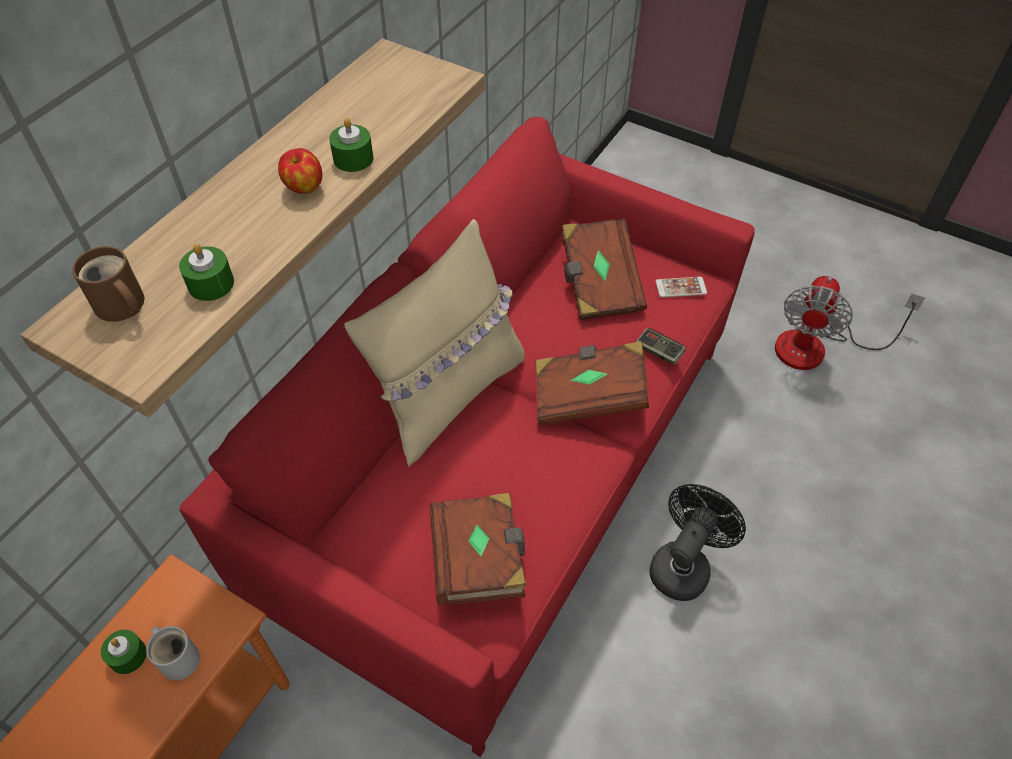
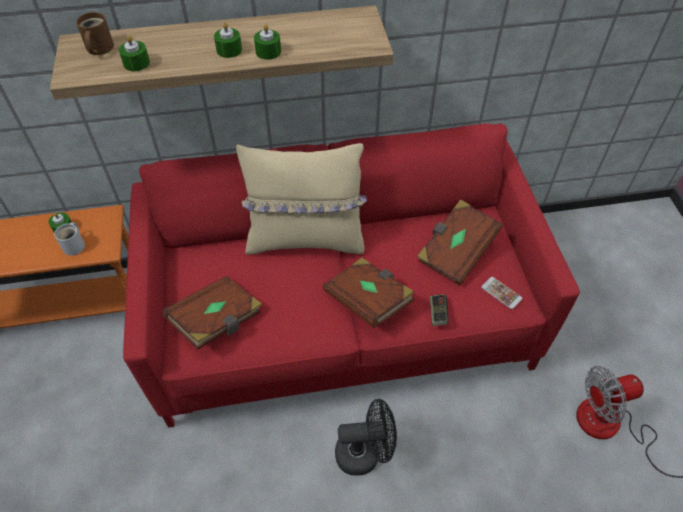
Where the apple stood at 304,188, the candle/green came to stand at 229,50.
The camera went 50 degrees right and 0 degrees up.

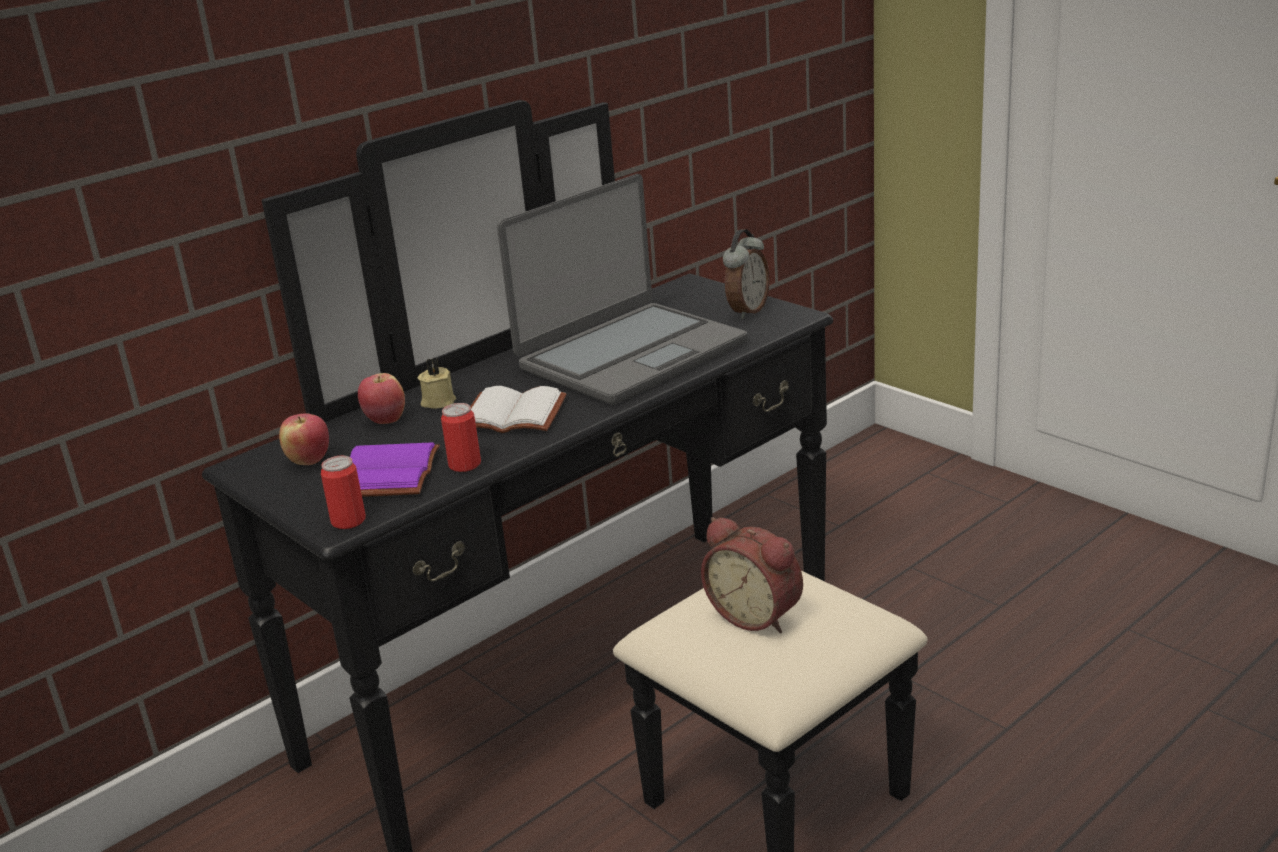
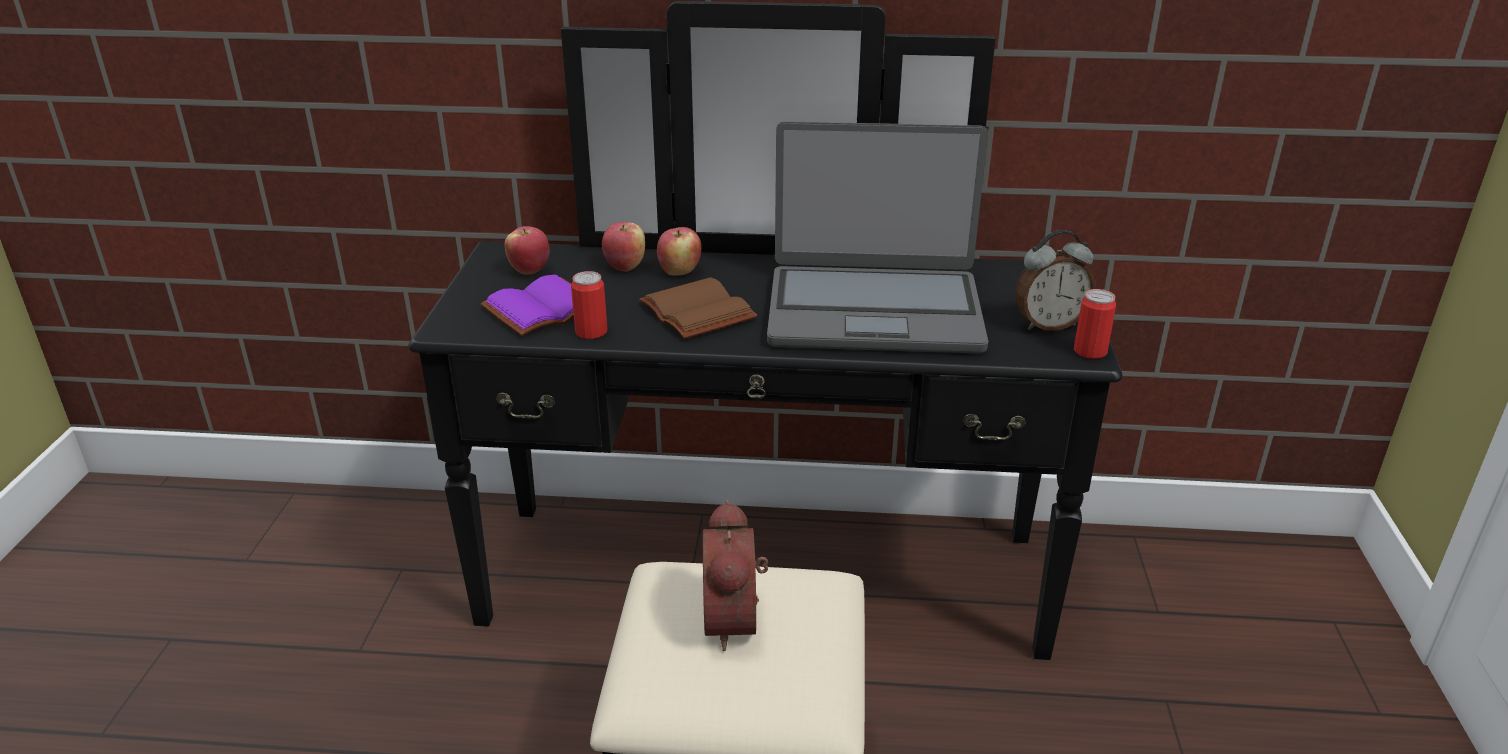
Where the candle/beige stood at 438,401, the apple came to stand at 679,271.
What was the book/white at 510,416 turned into the book/brown at 693,312.
The can ended up elsewhere, having gone from 348,521 to 1090,351.
The camera went 45 degrees right and 5 degrees up.

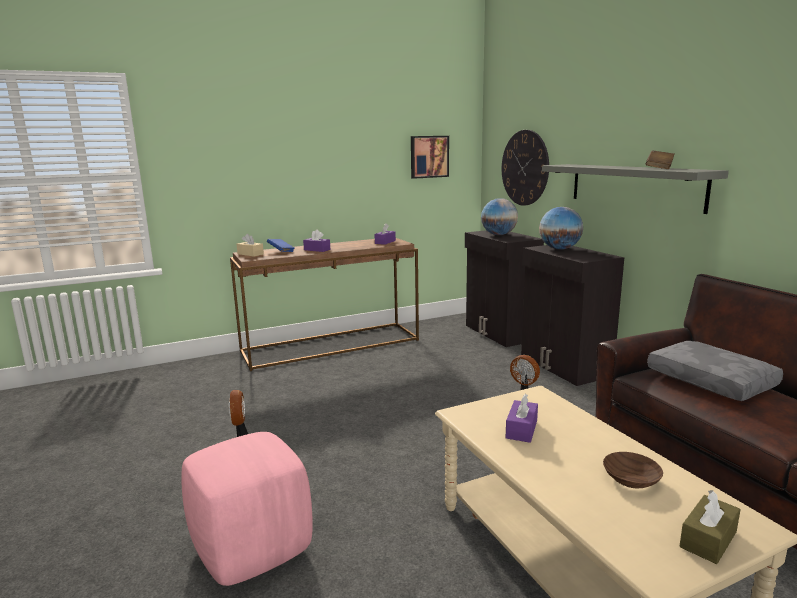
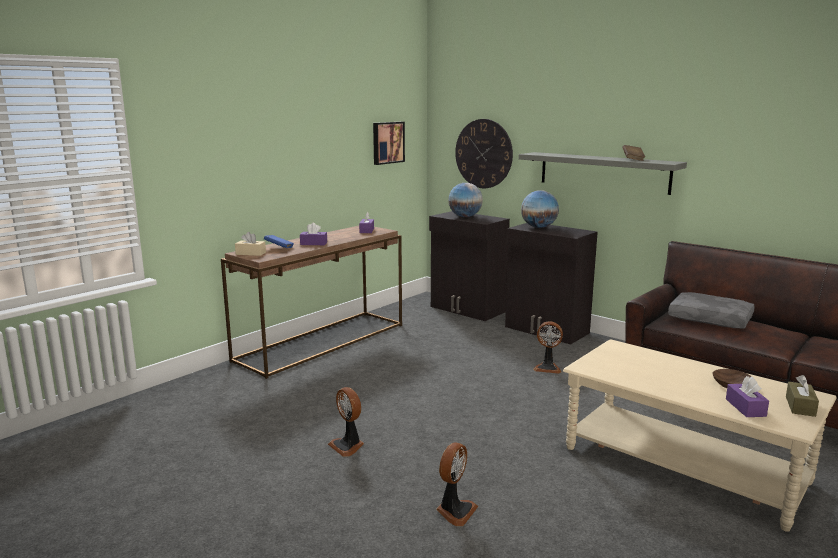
The tissue box/purple ended up elsewhere, having gone from 521,429 to 745,407.
Where the ottoman/pink stood at 252,548, the fan came to stand at 455,511.
The camera went 25 degrees left and 0 degrees up.

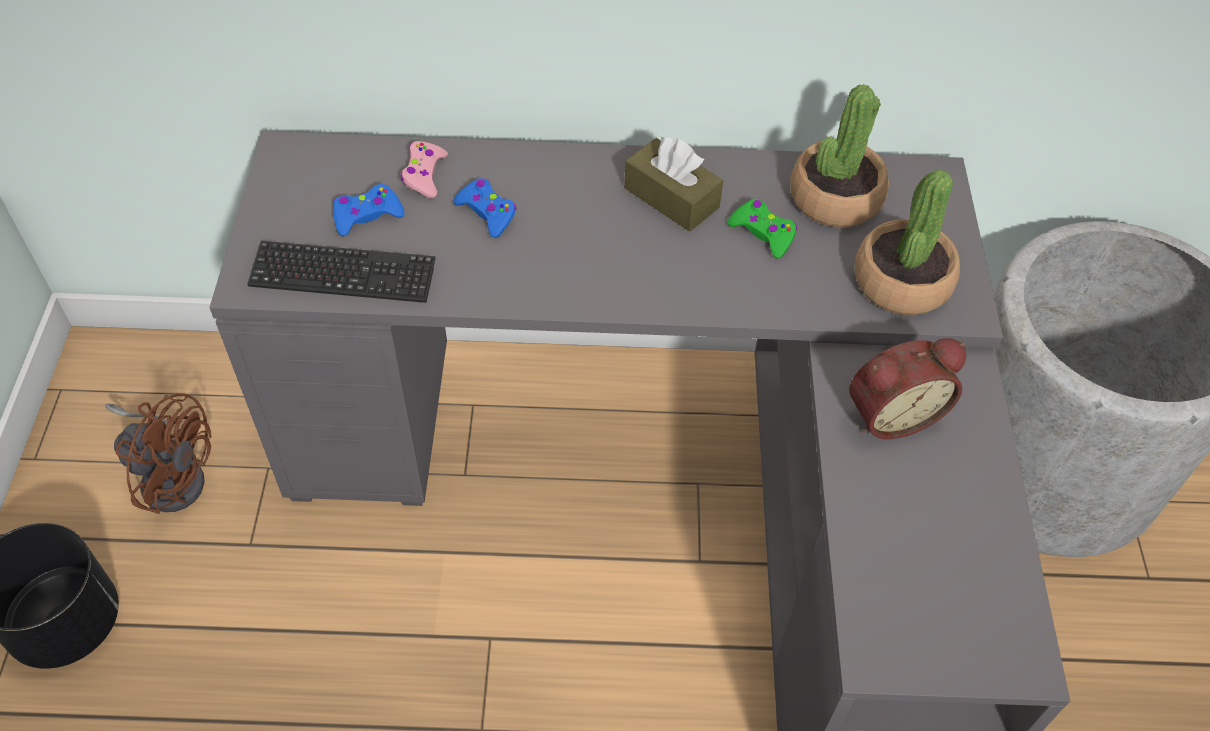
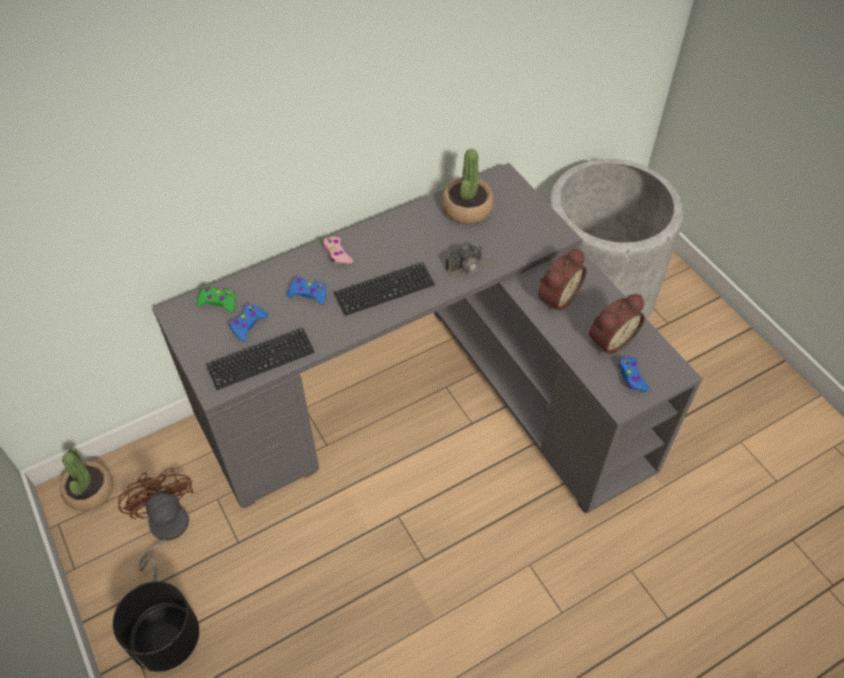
The second view lost the tissue box/brown at 671,198.
The game controller/pink ended up elsewhere, having gone from 424,175 to 337,254.
The potted plant ended up elsewhere, having gone from 901,282 to 90,491.
The game controller/green ended up elsewhere, having gone from 763,233 to 218,302.
The fan/brown at 172,475 ended up facing another way, 105 degrees counterclockwise from before.
The second view gained the photo camera at 470,266.
The second view gained the keyboard at 384,290.
The second view gained the alarm clock at 609,339.
The second view gained the game controller/blue at 631,377.
The camera went 30 degrees left and 0 degrees up.

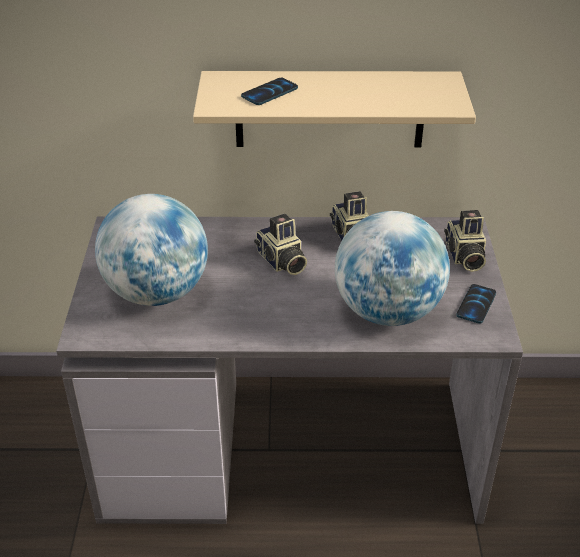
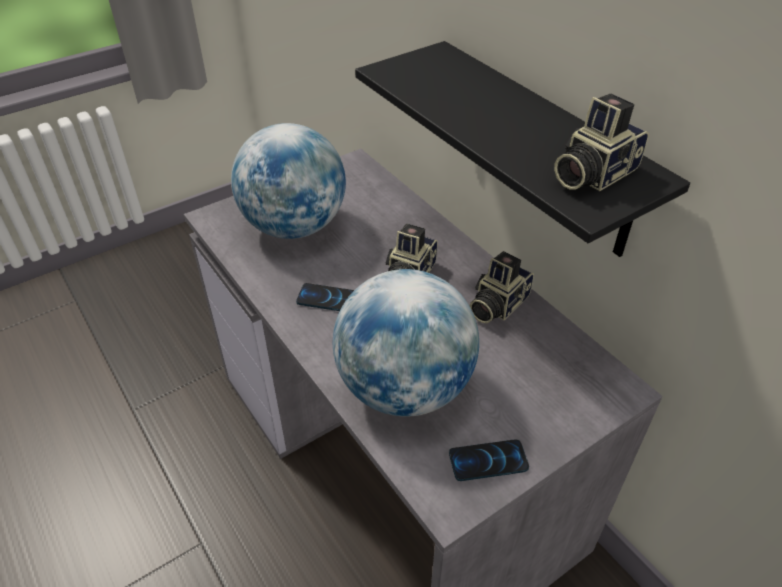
What was the shelf/beige at 329,109 turned into the shelf/black at 541,149.
The phone ended up elsewhere, having gone from 270,92 to 328,299.
The photo camera ended up elsewhere, having gone from 464,256 to 591,174.
The camera went 55 degrees right and 5 degrees up.

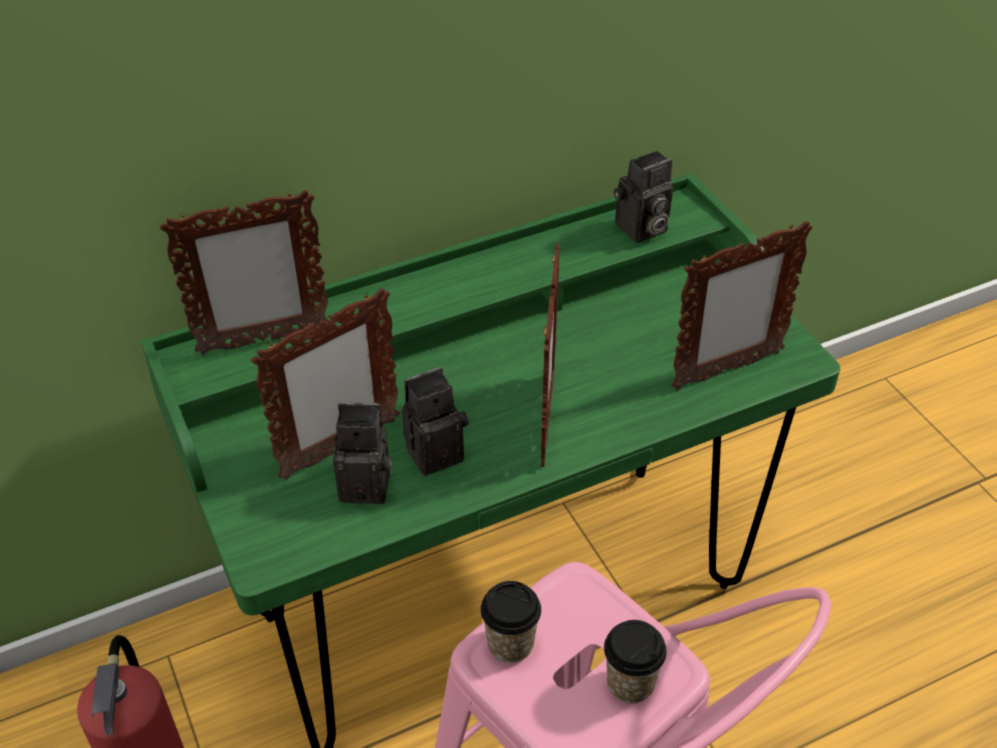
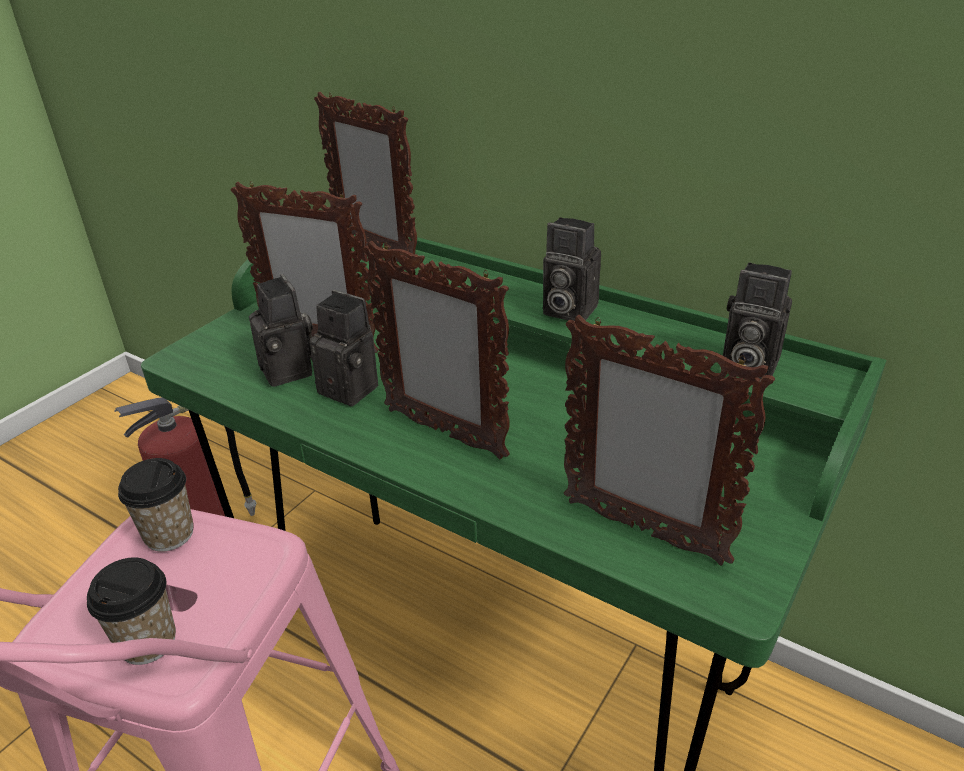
The picture frame at 546,420 ended up facing another way, 60 degrees clockwise from before.
The second view gained the photo camera at 566,310.
The camera went 60 degrees right and 10 degrees down.

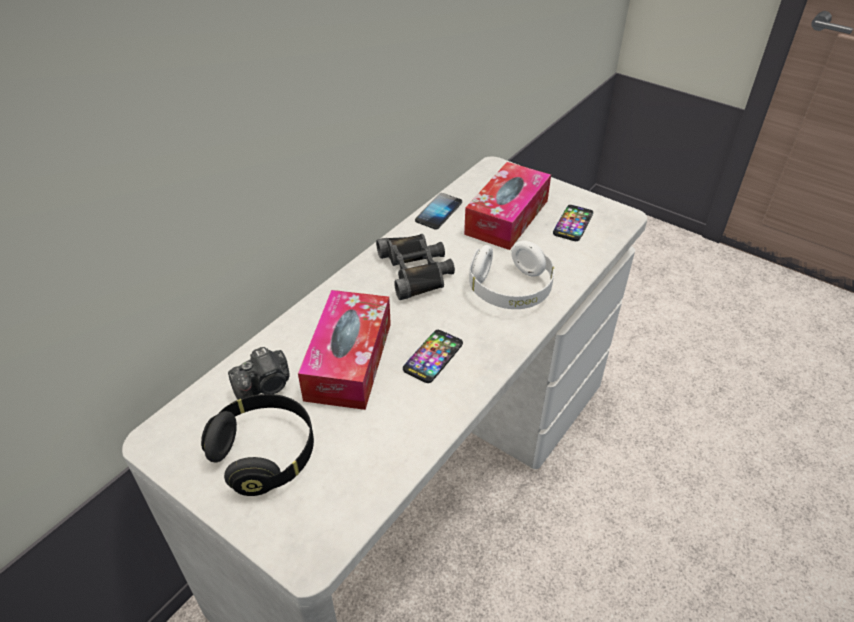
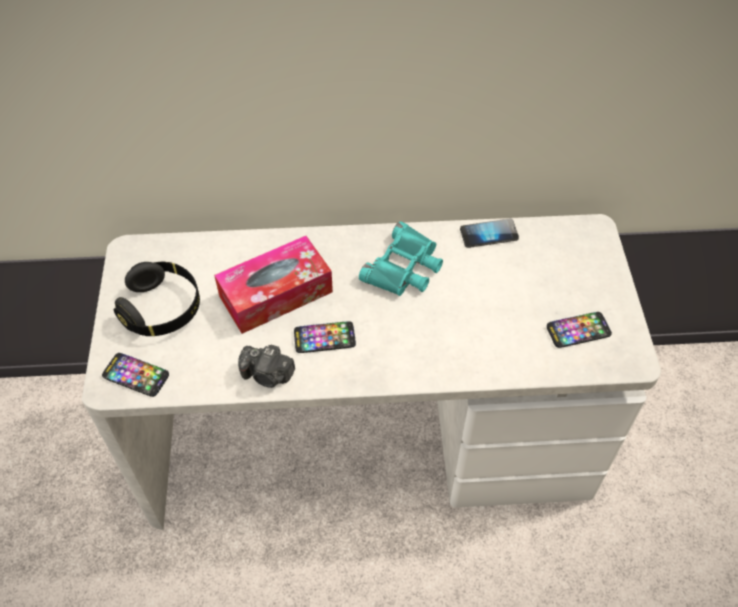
The second view lost the tissue box at 507,217.
What was the binoculars/black at 416,270 turned into the binoculars/turquoise at 404,267.
The second view lost the headphones/white at 510,290.
The photo camera ended up elsewhere, having gone from 265,387 to 268,375.
The second view gained the phone at 136,375.
The camera went 50 degrees right and 10 degrees up.

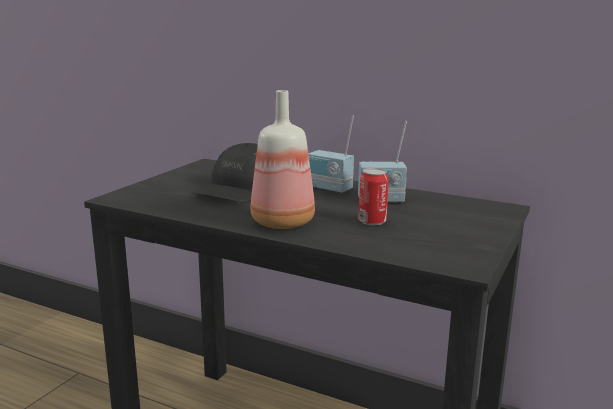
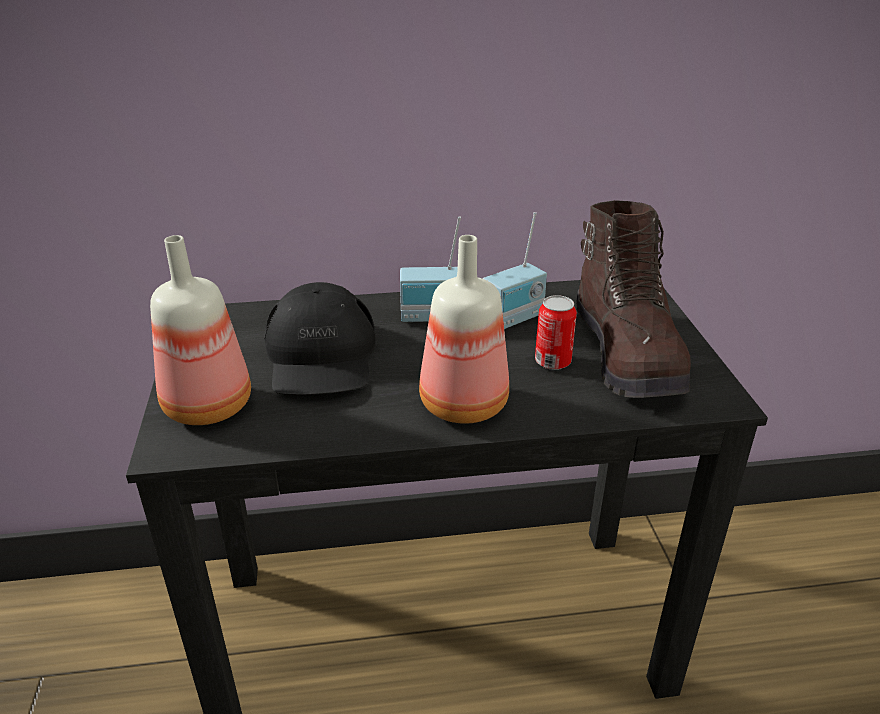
The second view gained the boot/brown at 628,354.
The second view gained the bottle at 210,407.
The camera went 35 degrees left and 15 degrees up.

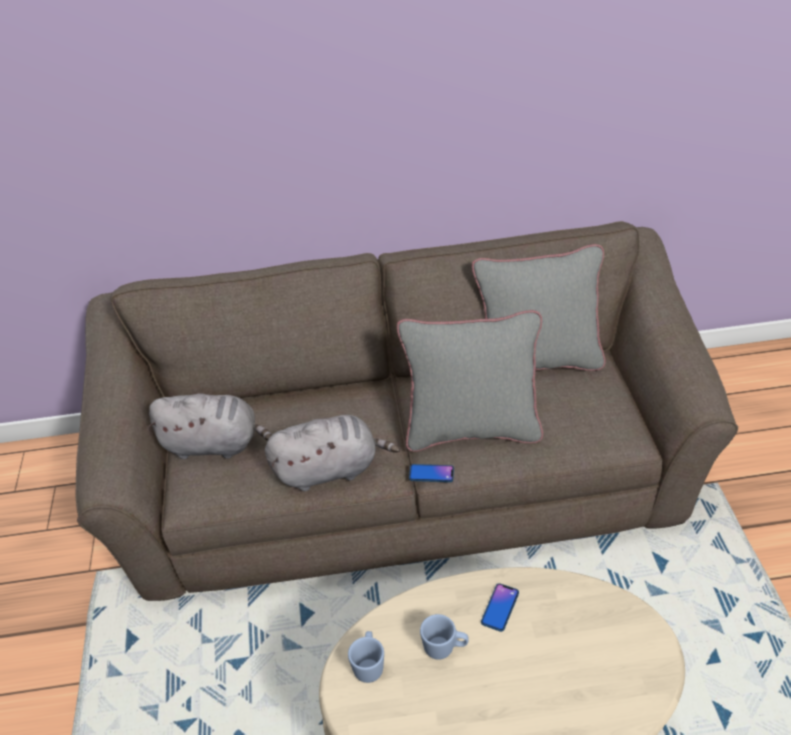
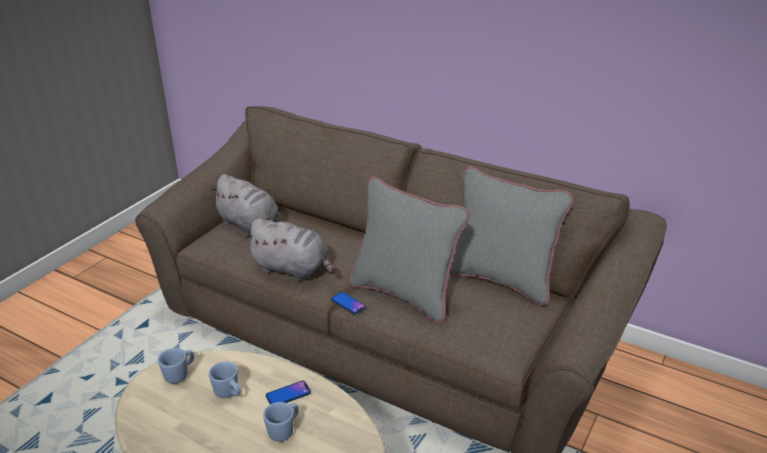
The second view gained the mug/blue at 284,430.
The camera went 35 degrees right and 10 degrees down.

